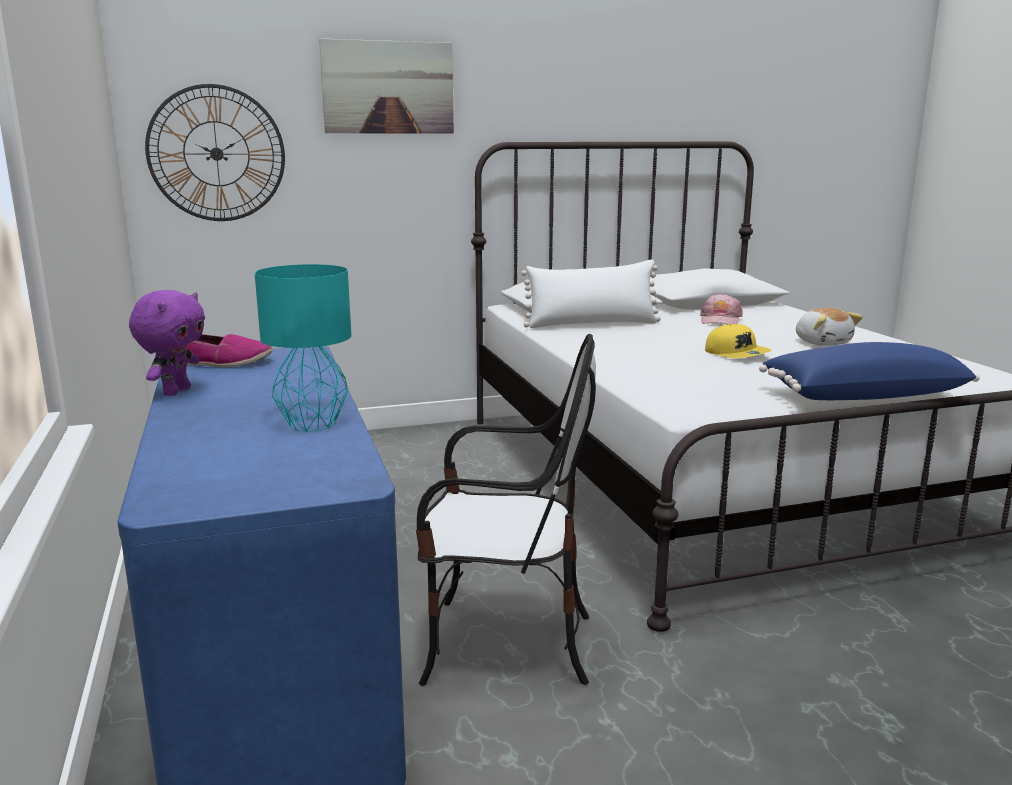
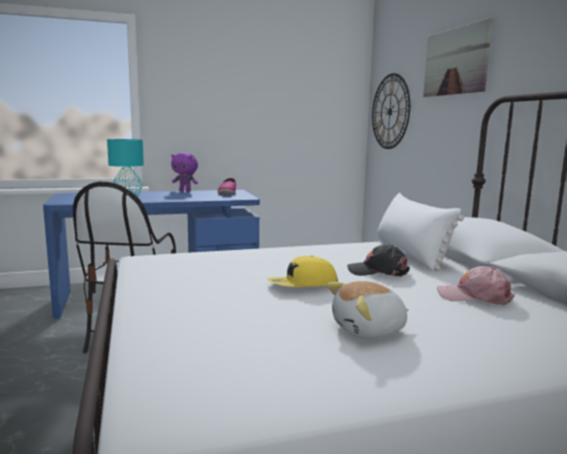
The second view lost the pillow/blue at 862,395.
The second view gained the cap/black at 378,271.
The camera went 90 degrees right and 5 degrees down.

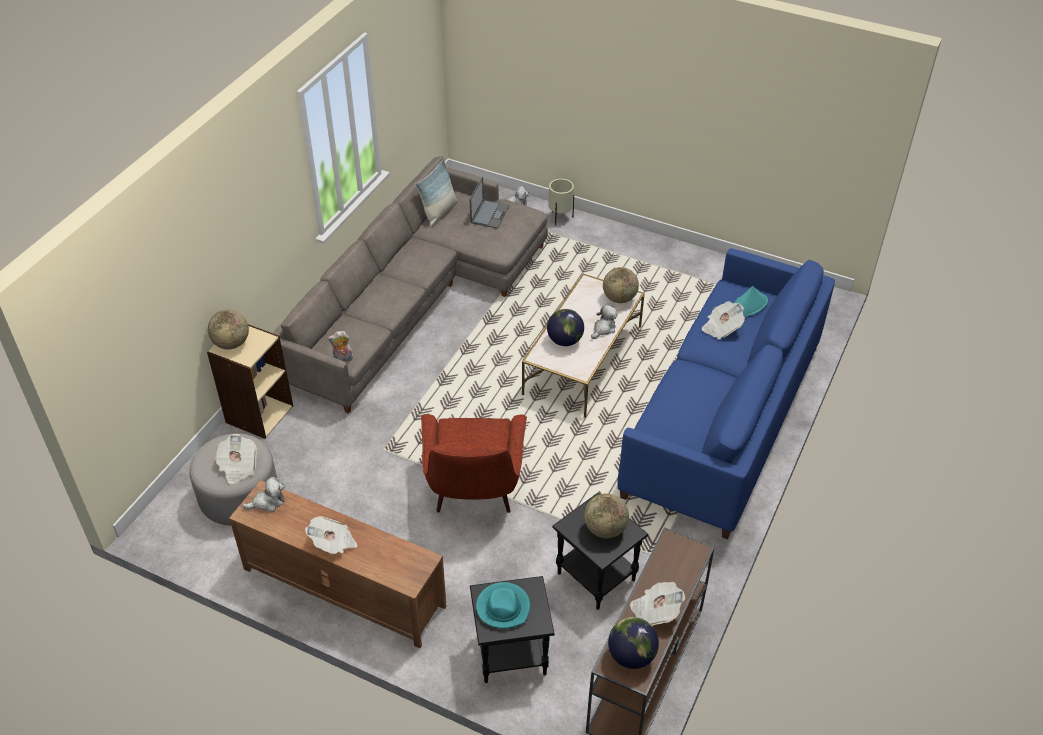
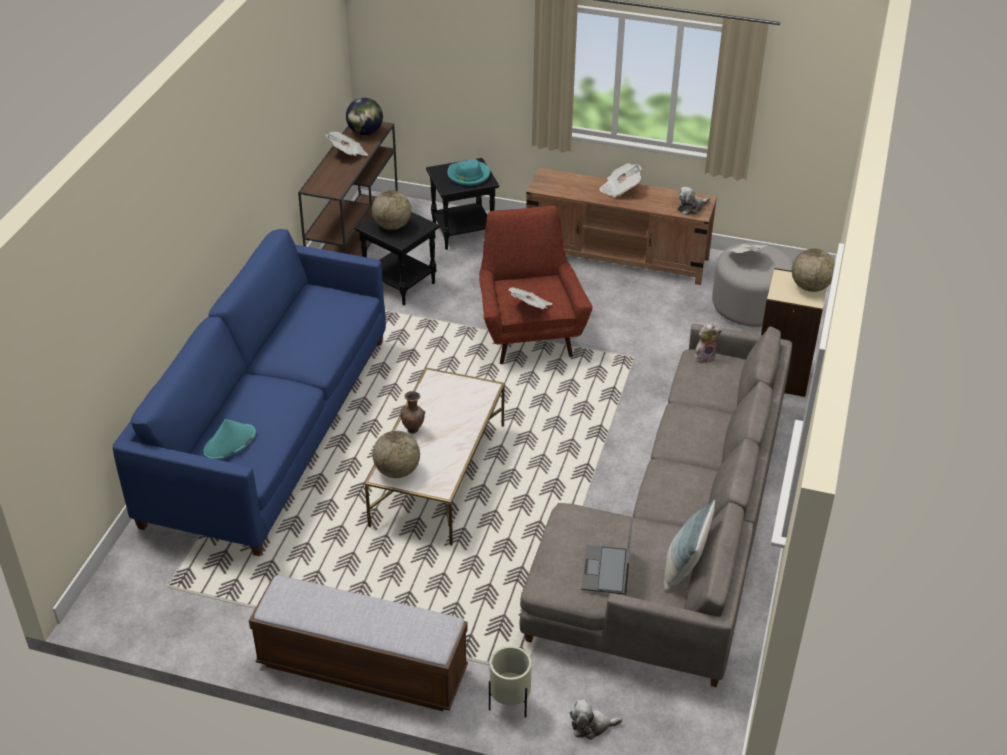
The newspaper ended up elsewhere, having gone from 721,328 to 530,307.
Where the plush toy stood at 603,328, the vase/brown came to stand at 413,429.
The second view lost the globe at 565,340.
The second view gained the bench at 362,668.
The camera went 170 degrees right and 5 degrees down.

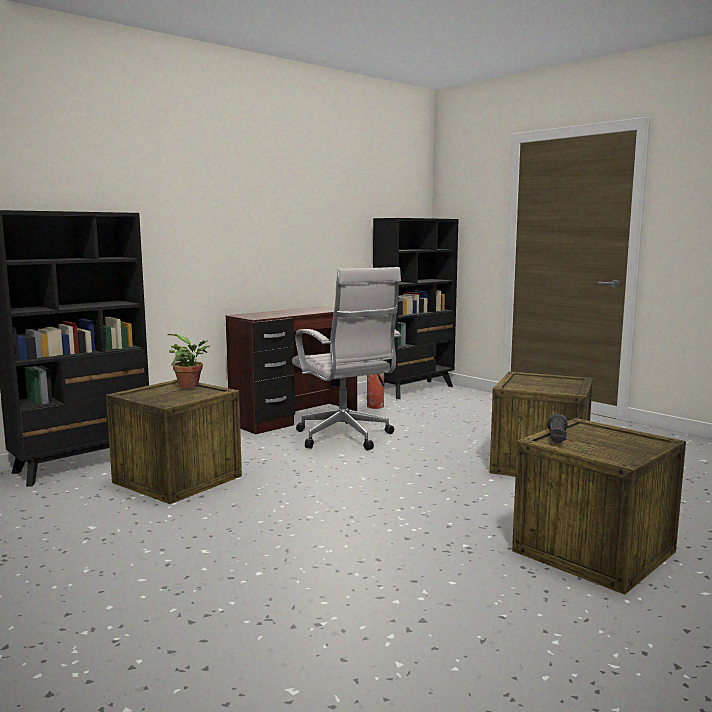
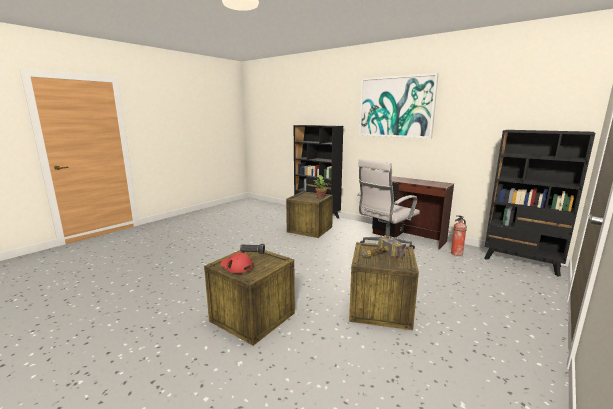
The second view gained the picture at 396,107.
The second view gained the hammer at 379,256.
The second view gained the cap/red at 236,266.
The camera went 80 degrees right and 5 degrees up.

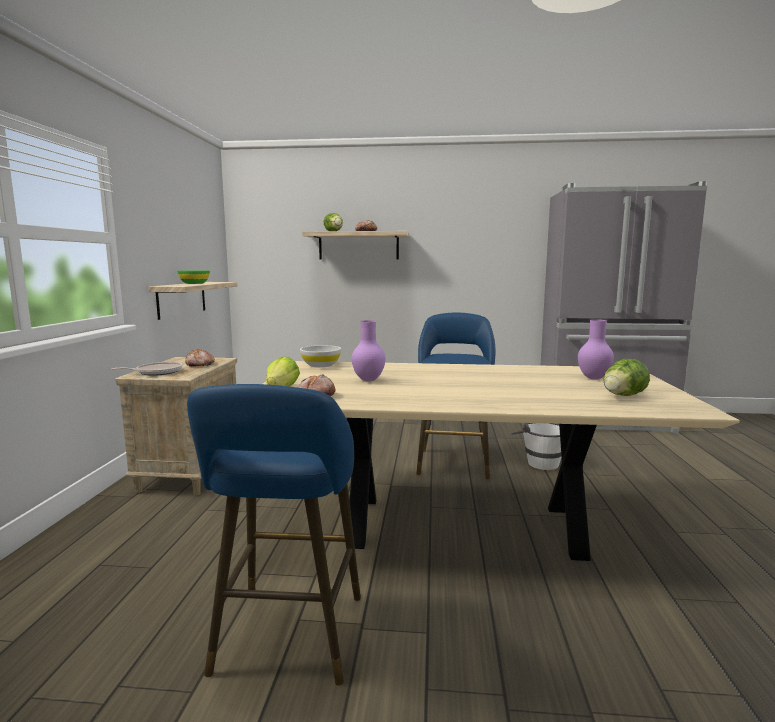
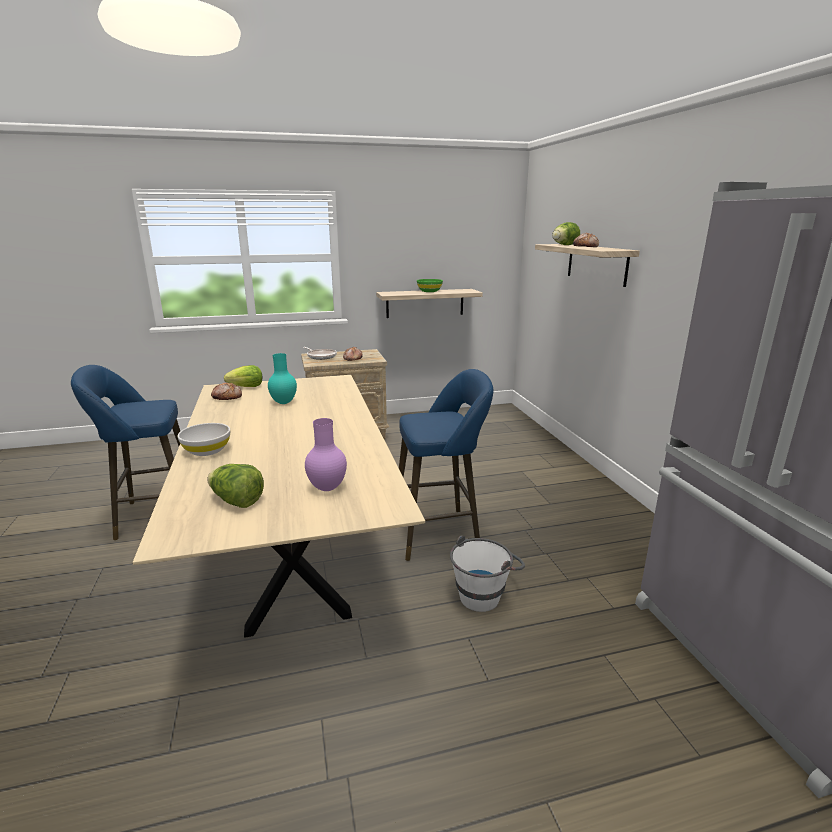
What was the vase/purple at 368,380 turned into the vase/turquoise at 284,402.
The bowl/white ended up elsewhere, having gone from 321,365 to 207,450.
The camera went 70 degrees right and 10 degrees up.

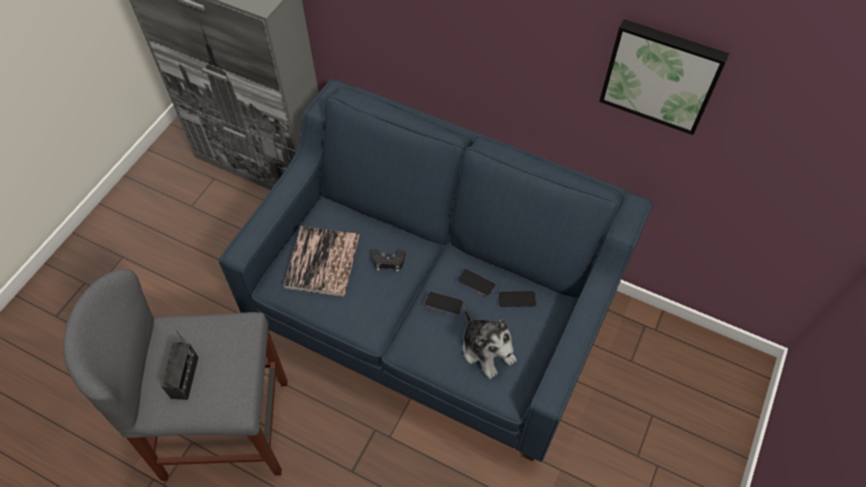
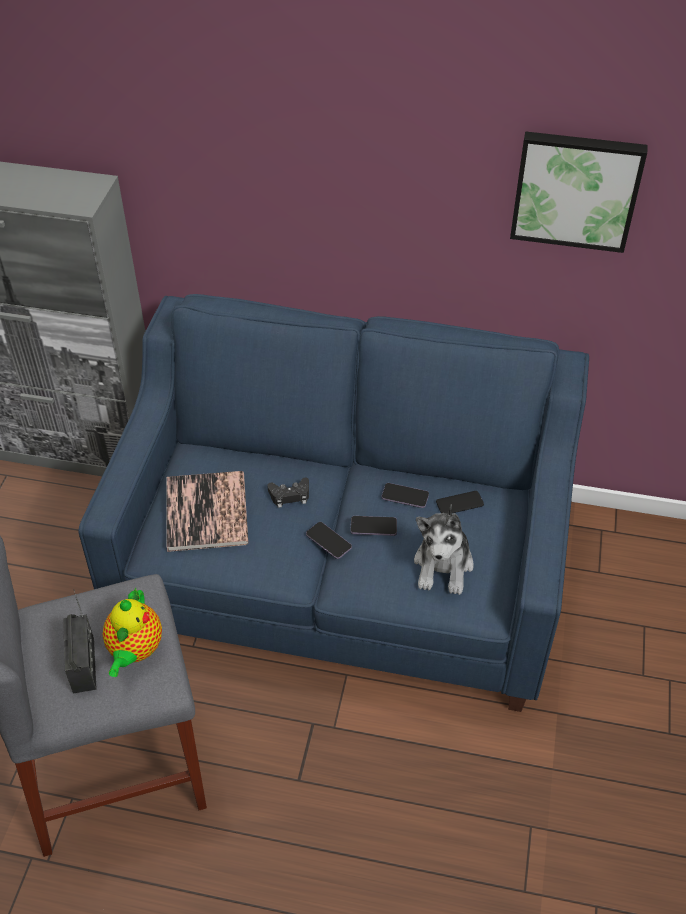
The plush toy at 487,350 ended up facing another way, 60 degrees clockwise from before.
The second view gained the phone at 328,541.
The second view gained the teapot at 135,651.
The camera went 15 degrees left and 10 degrees down.

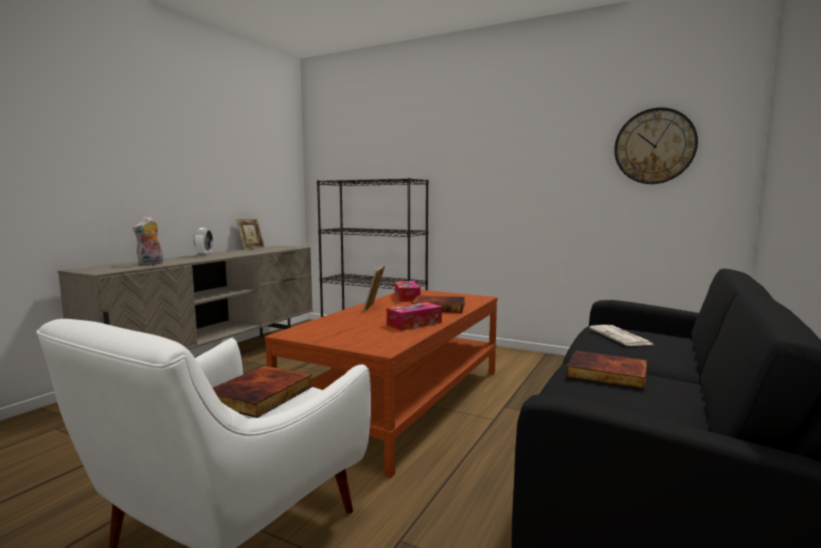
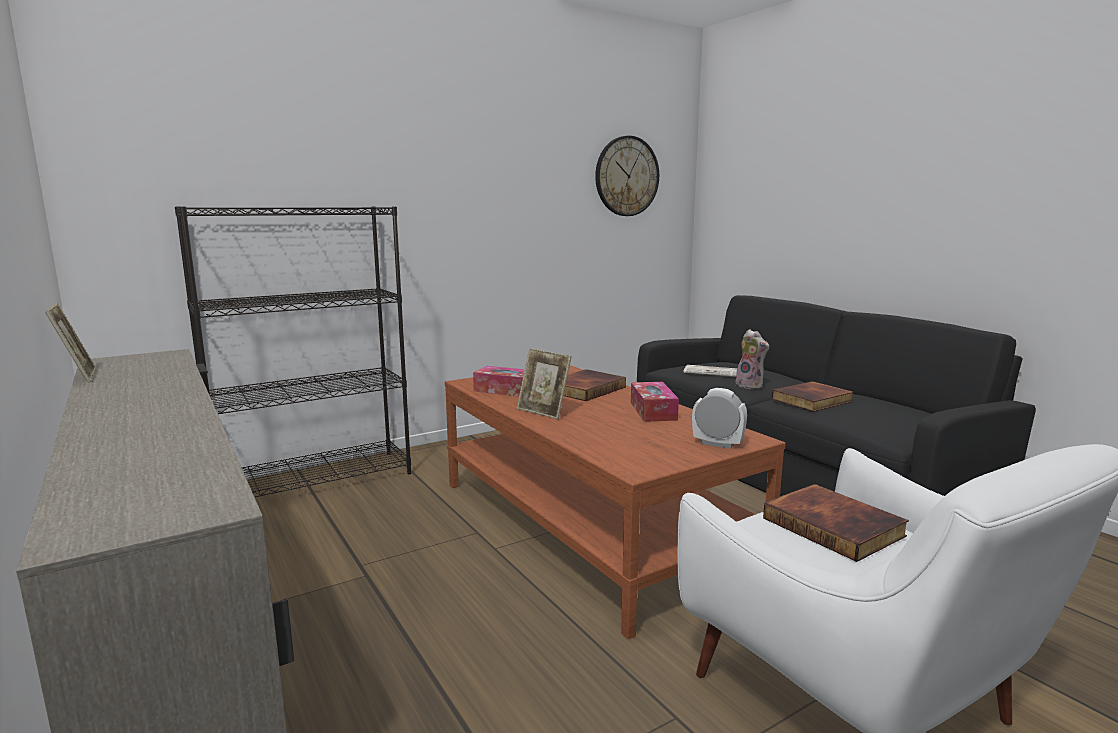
The plush toy ended up elsewhere, having gone from 151,264 to 751,386.
The alarm clock ended up elsewhere, having gone from 204,255 to 717,444.
The camera went 60 degrees left and 5 degrees up.

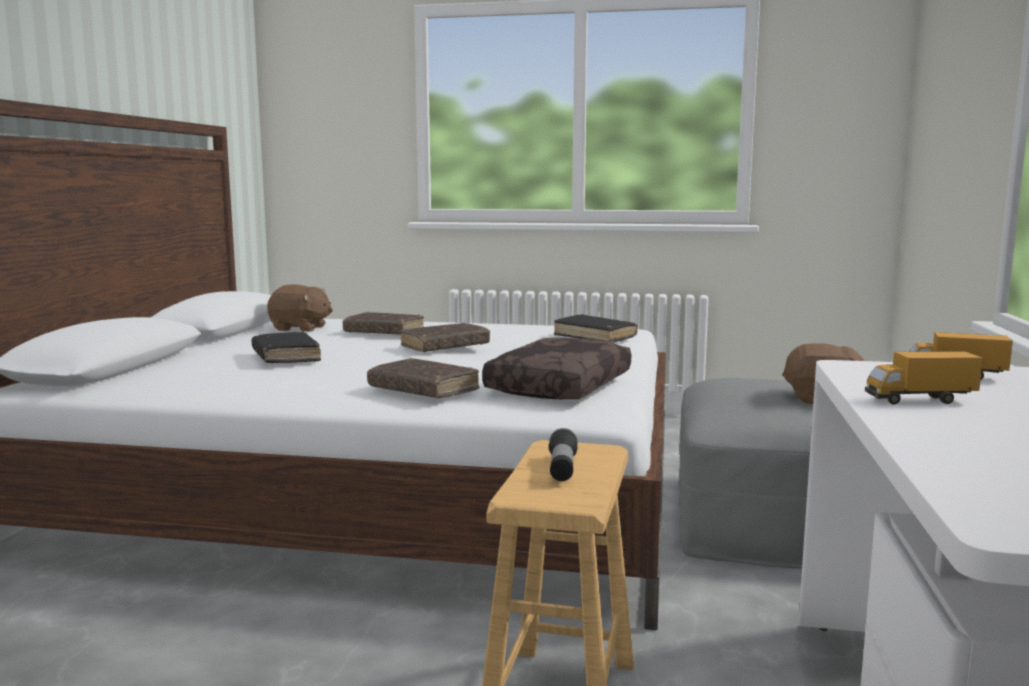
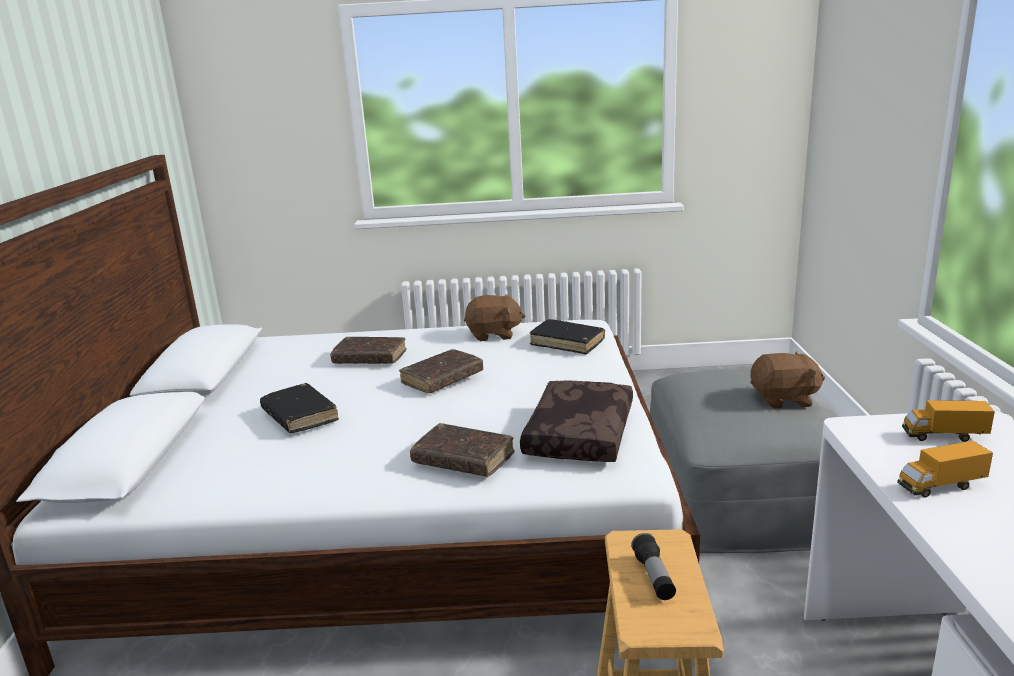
The plush toy/brown ended up elsewhere, having gone from 300,328 to 494,335.
The camera went 10 degrees left and 10 degrees up.

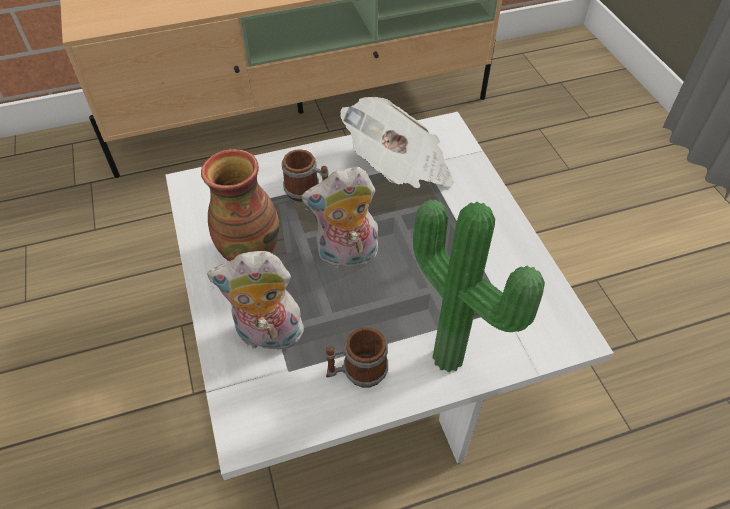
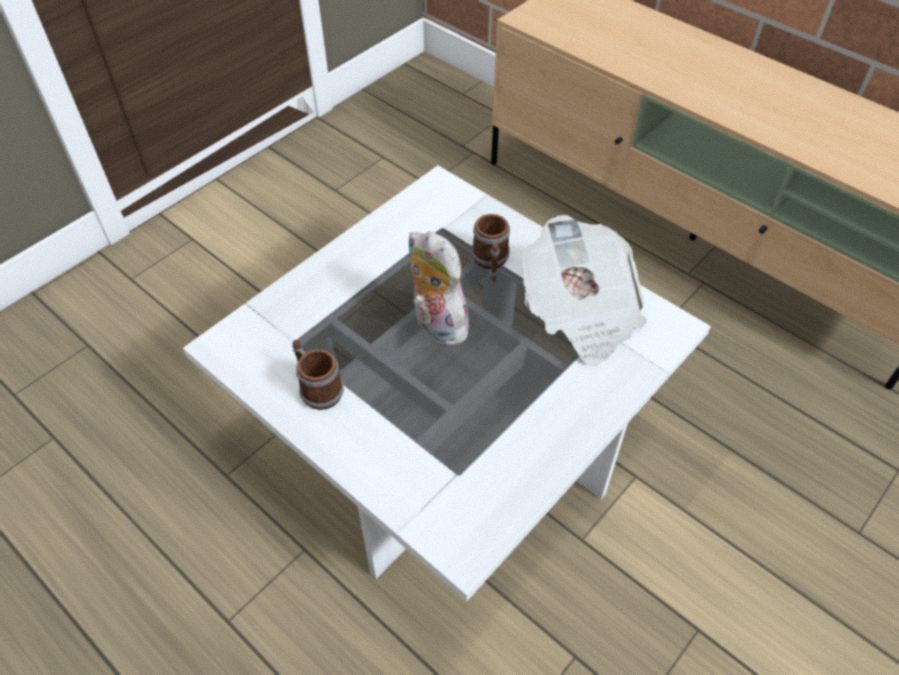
The second view lost the vase at 249,250.
The second view lost the potted plant at 452,354.
The second view lost the plush toy at 267,336.
The camera went 60 degrees right and 0 degrees up.

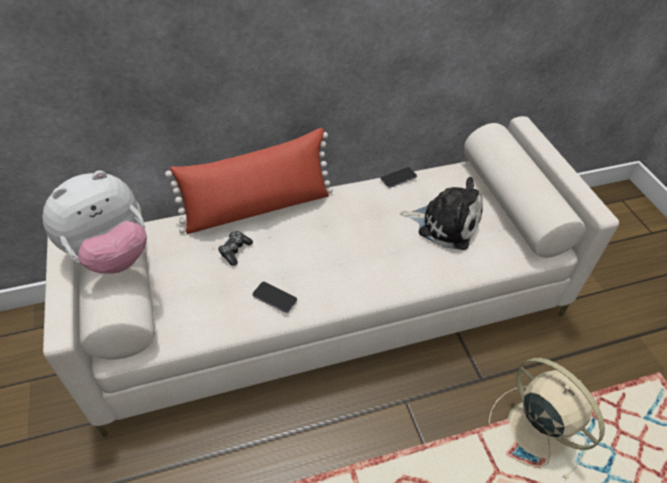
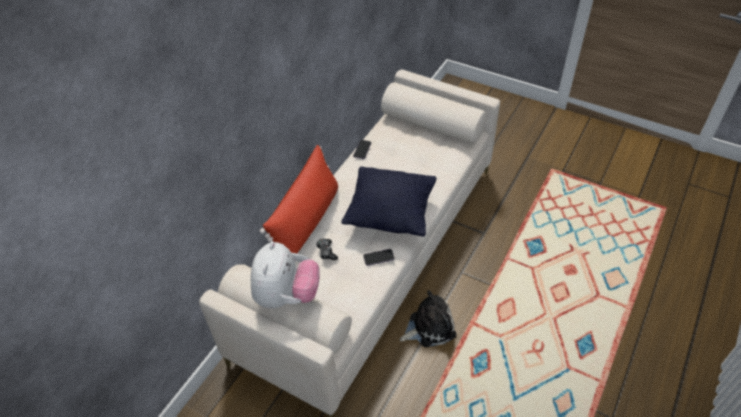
The plush toy ended up elsewhere, having gone from 445,223 to 429,327.
The second view lost the fan/beige at 536,427.
The second view gained the pillow/black at 390,215.
The camera went 40 degrees left and 0 degrees up.

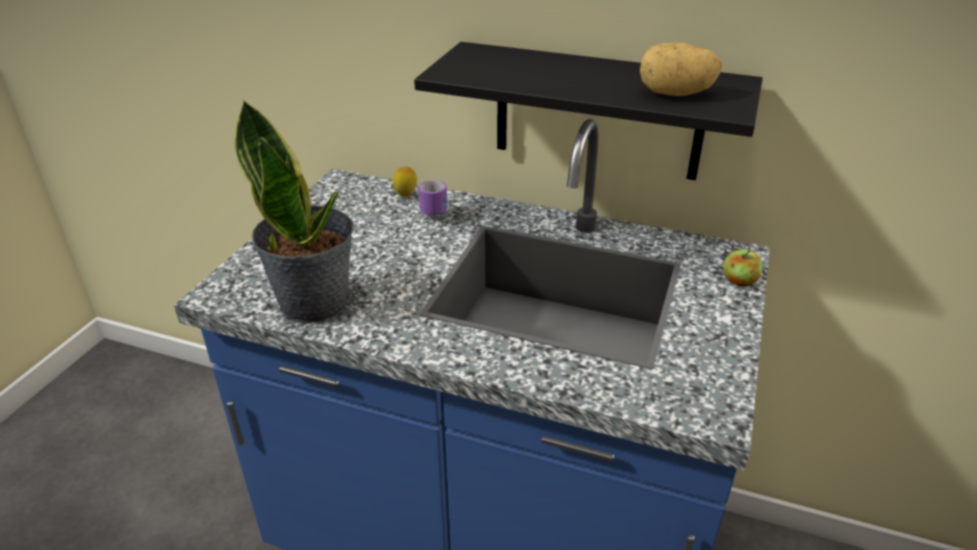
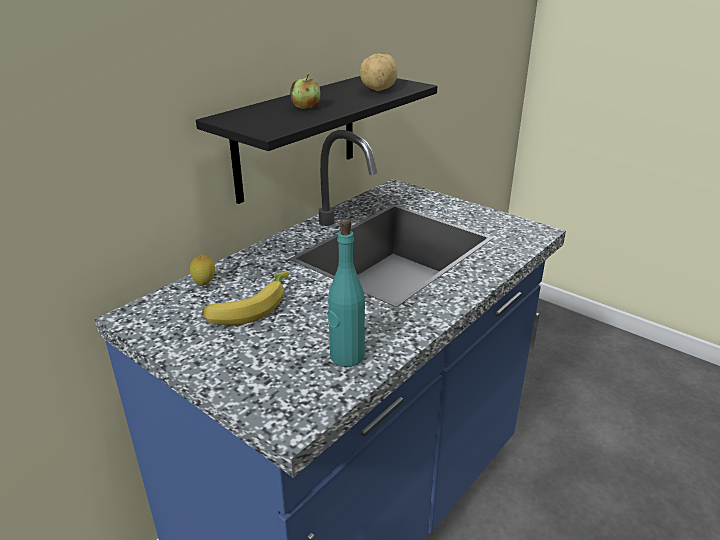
Where the potted plant stood at 315,301, the bottle/turquoise came to stand at 346,356.
The second view lost the mug at 435,207.
The apple ended up elsewhere, having gone from 739,281 to 306,107.
The second view gained the banana at 248,307.
The camera went 70 degrees left and 5 degrees down.

